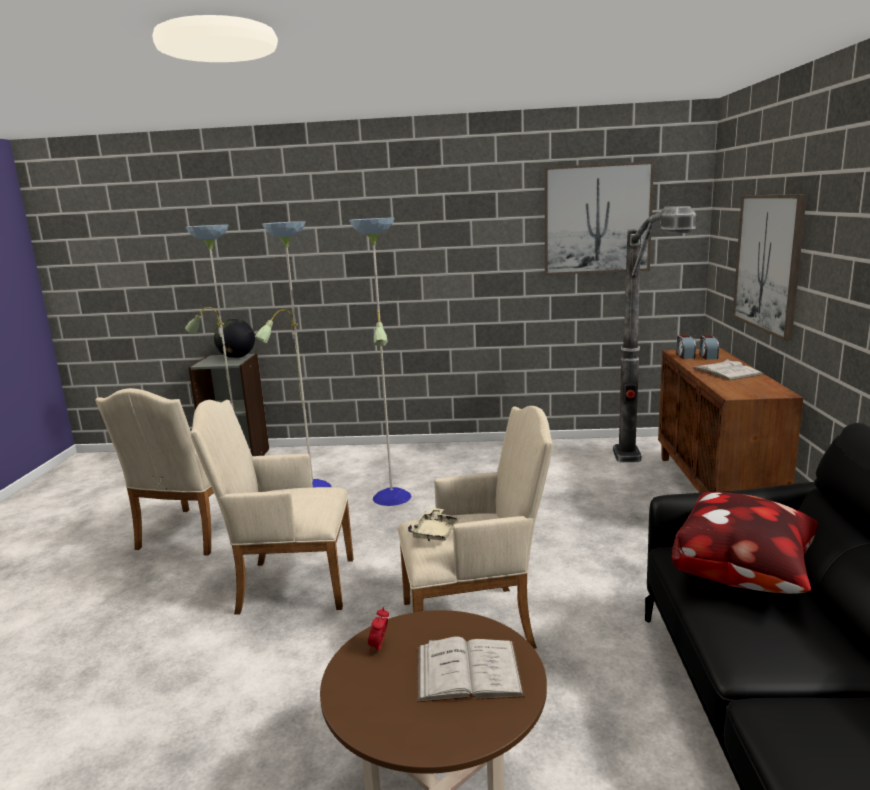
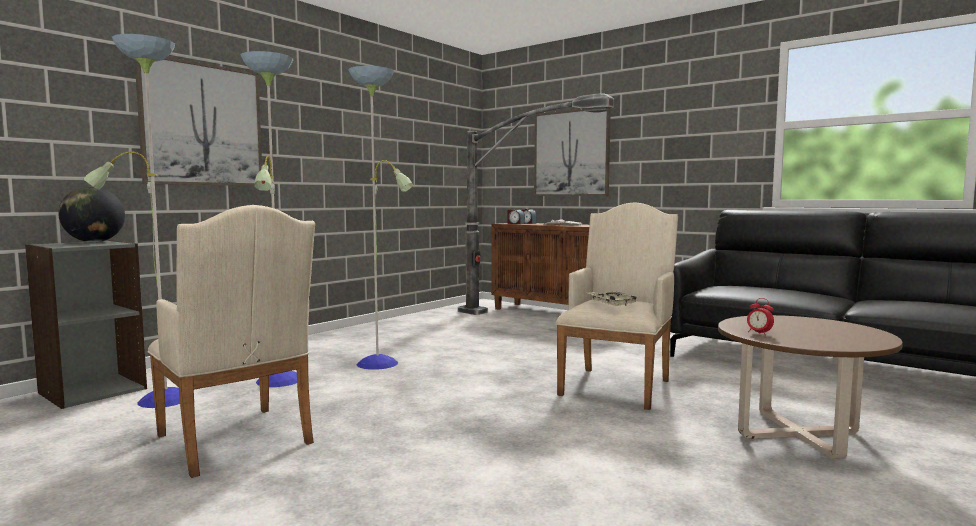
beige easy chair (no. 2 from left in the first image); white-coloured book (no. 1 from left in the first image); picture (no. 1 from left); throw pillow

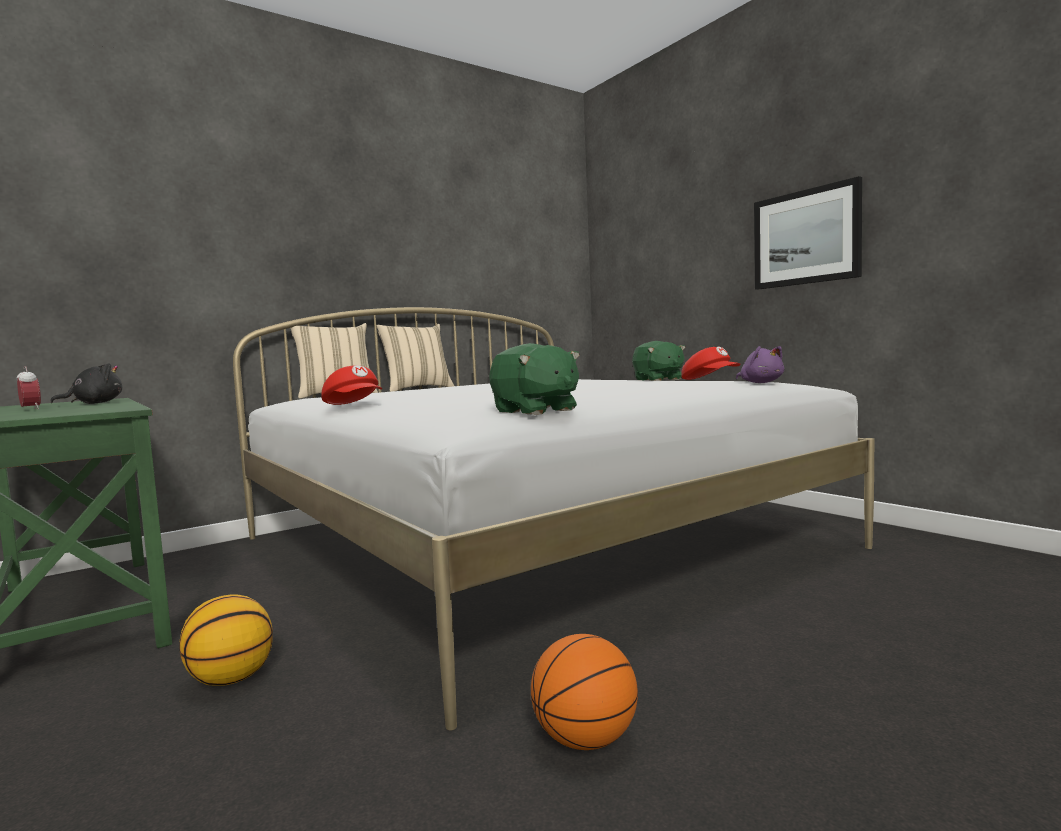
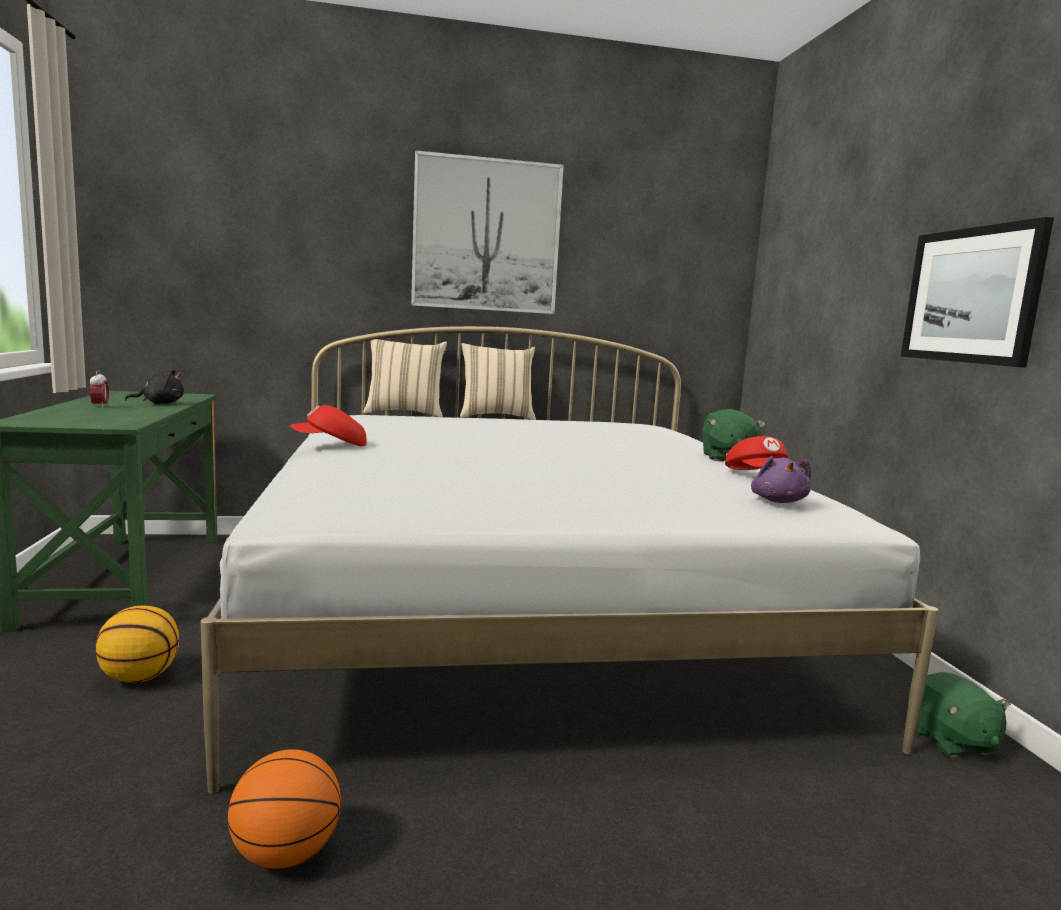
red baseball cap (no. 1 from left); green-coloured cuddly toy (no. 2 from left); picture (no. 1 from left)

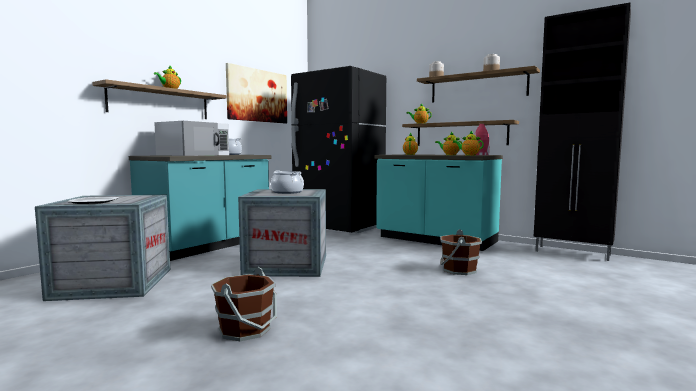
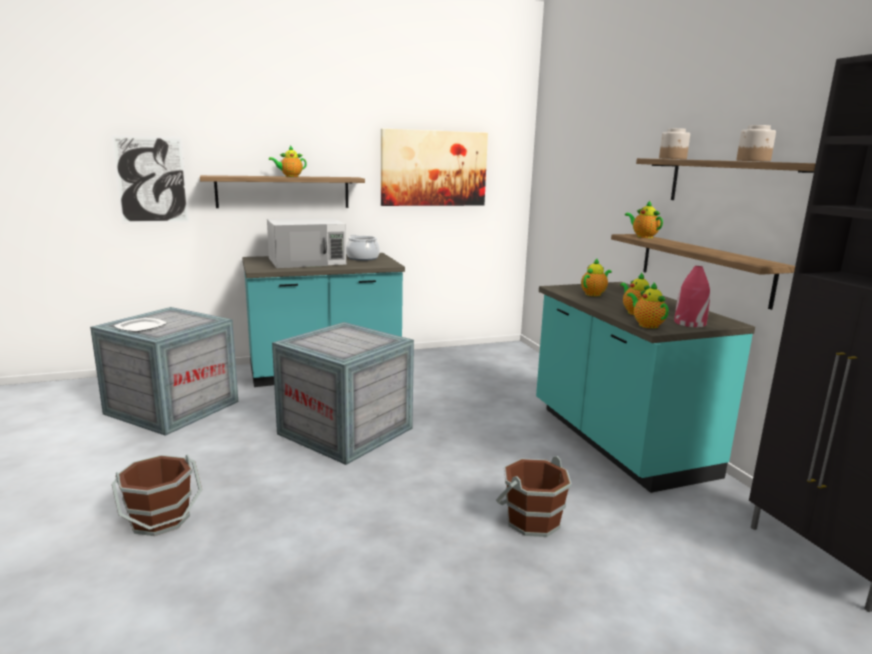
stockpot (no. 2 from left in the first image); blackish fridge; picture (no. 1 from left)

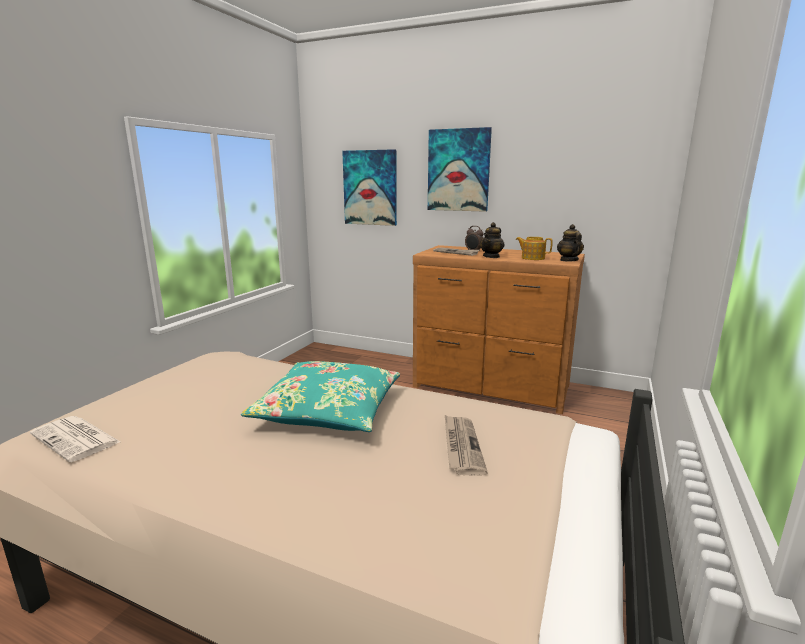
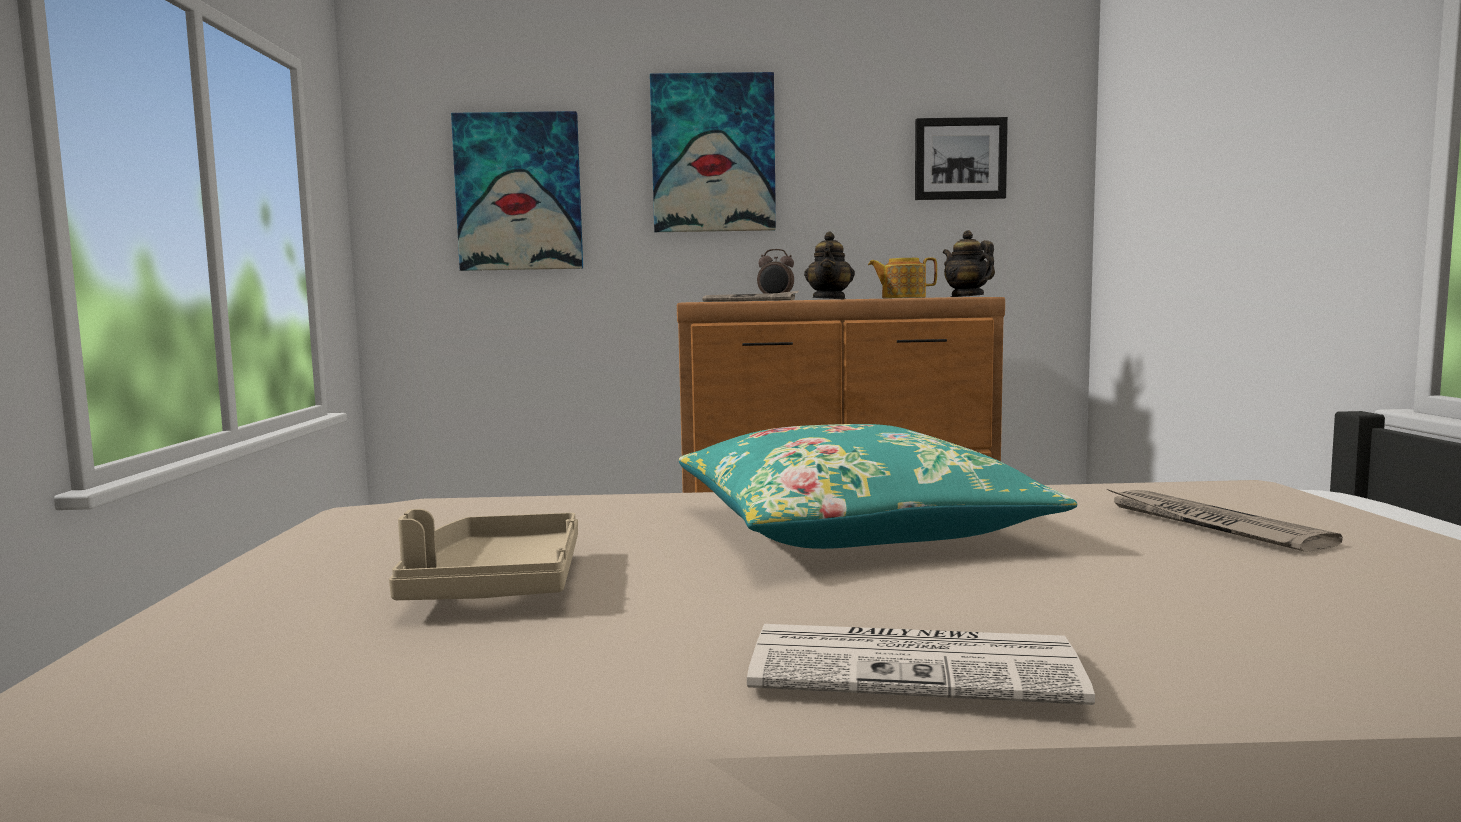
printed paper (no. 2 from left); beige carrying tray; picture (no. 3 from left)

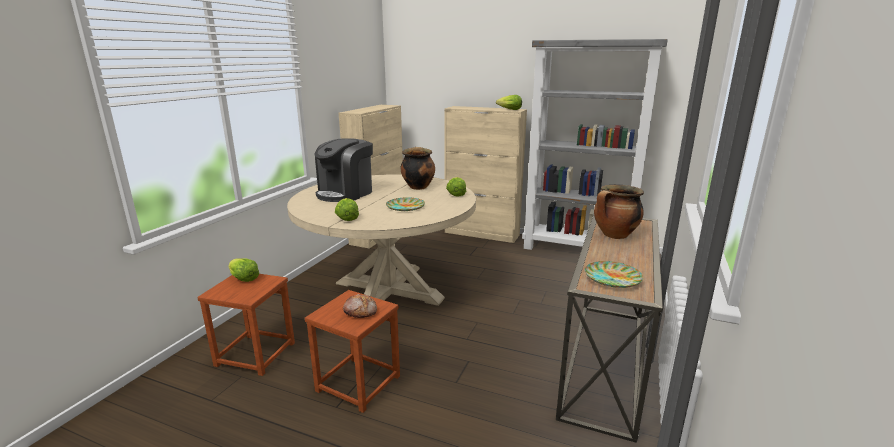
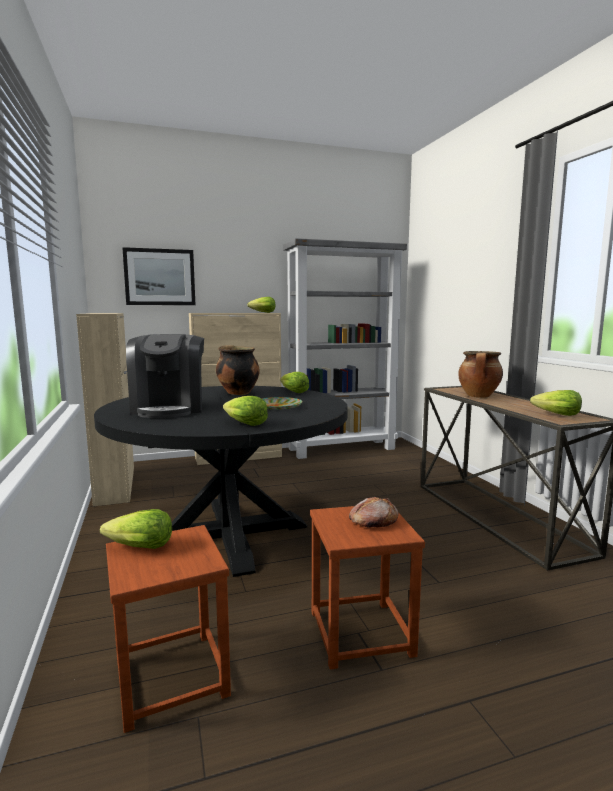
blackish kitchen table; lettuce (no. 5 from left); picture

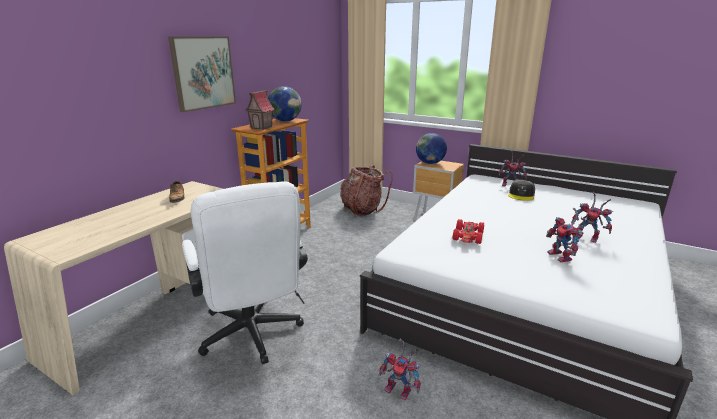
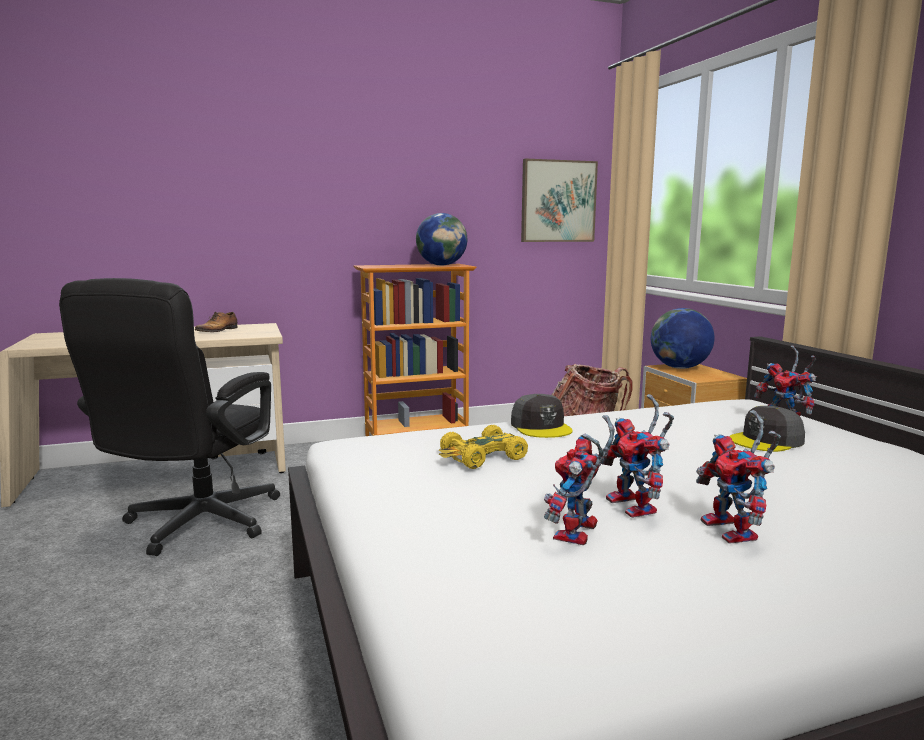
picture; blackish computer chair; model house; toy robot (no. 2 from left); yellowish miniature car; gray baseball cap (no. 1 from left)

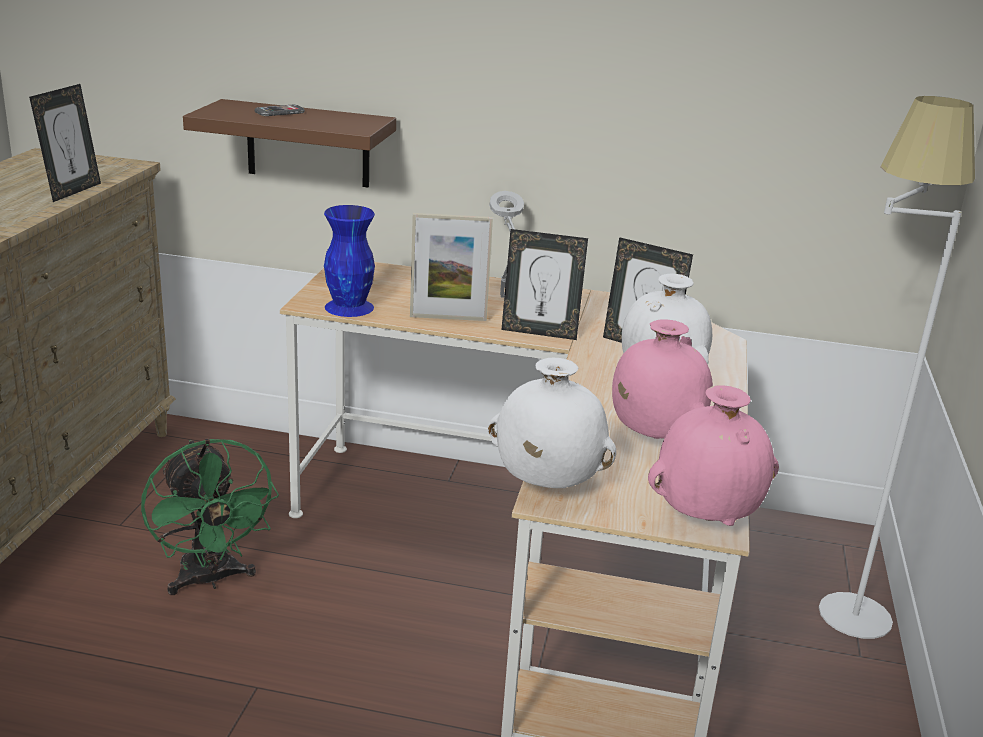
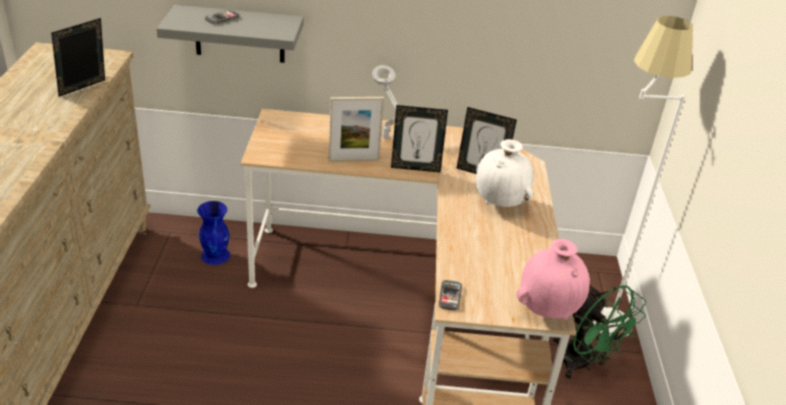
picture frame (no. 1 from left); green-coloured cooling fan; gray shelf; bluish decorative vase; phone (no. 2 from left); pink-coloured decorative vase (no. 1 from left in the first image)

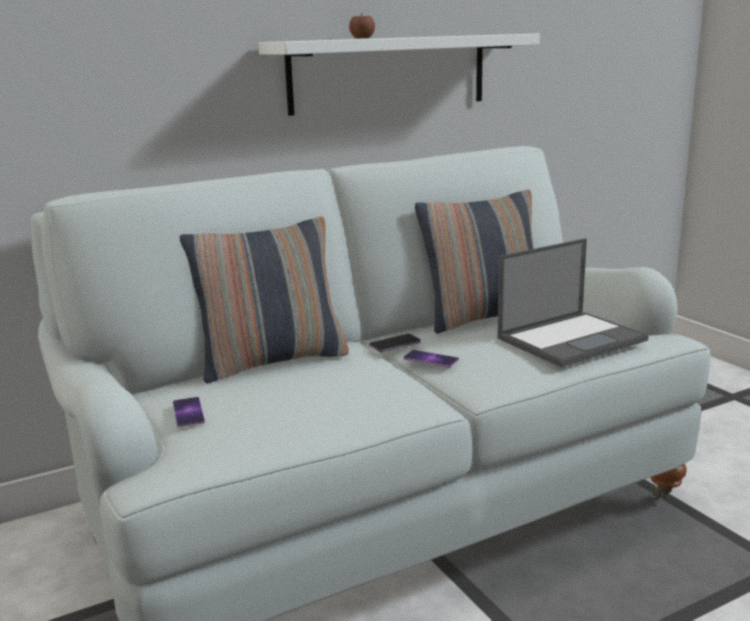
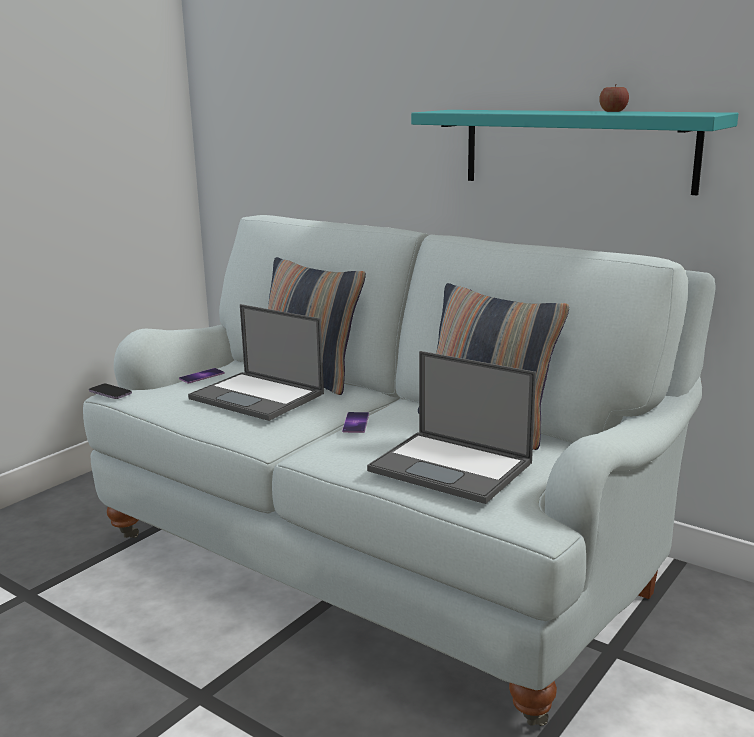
blue-green shelf; apple; phone (no. 1 from left); notebook computer (no. 1 from left)

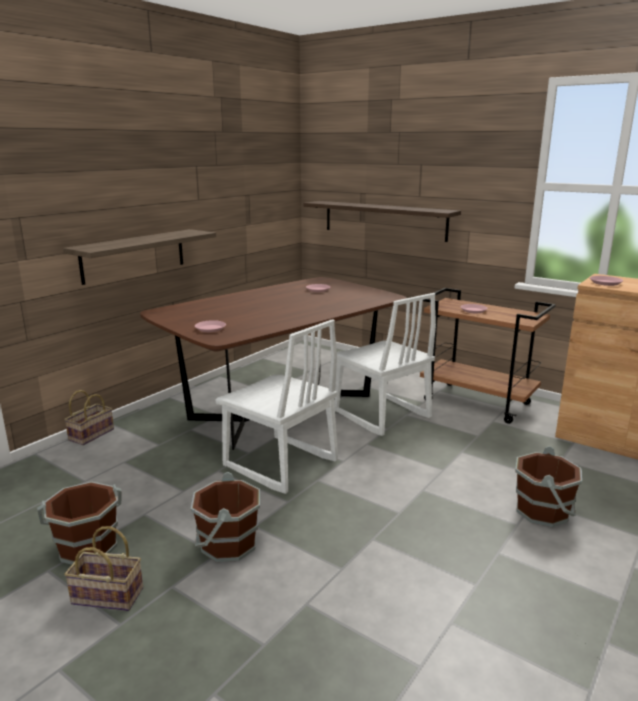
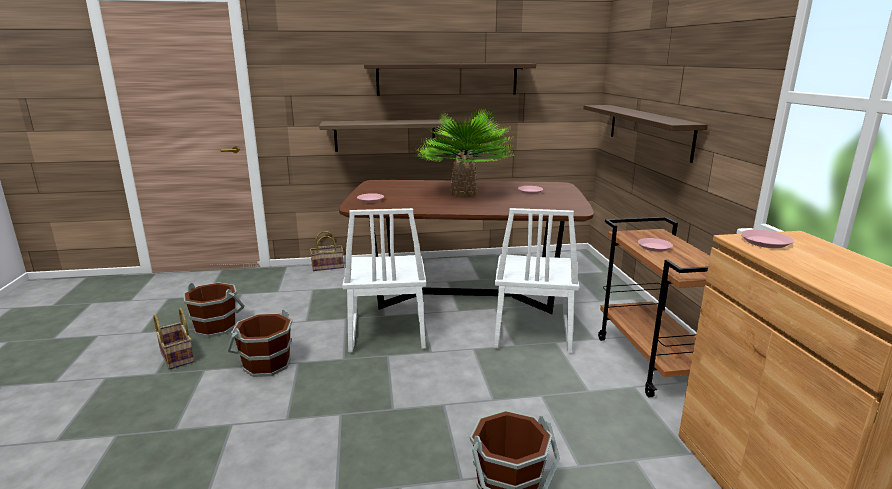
shelf (no. 2 from left); plant in a pot

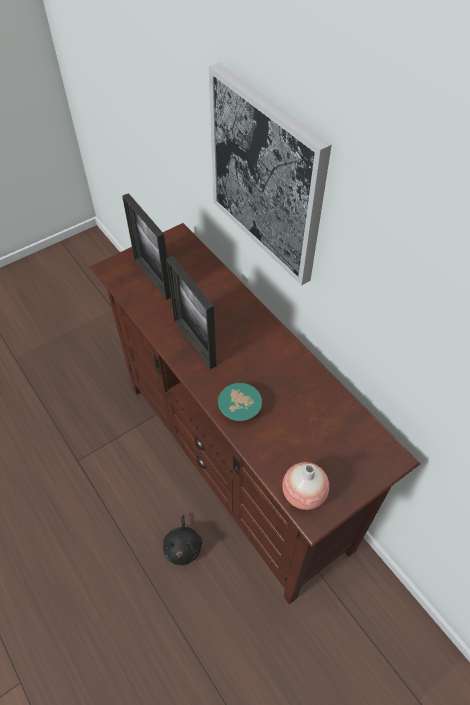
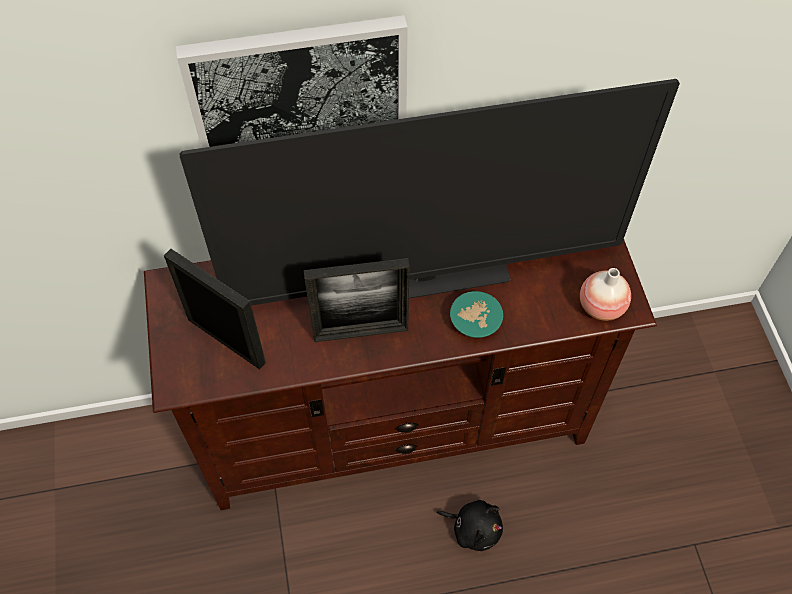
picture frame (no. 1 from left); TV

